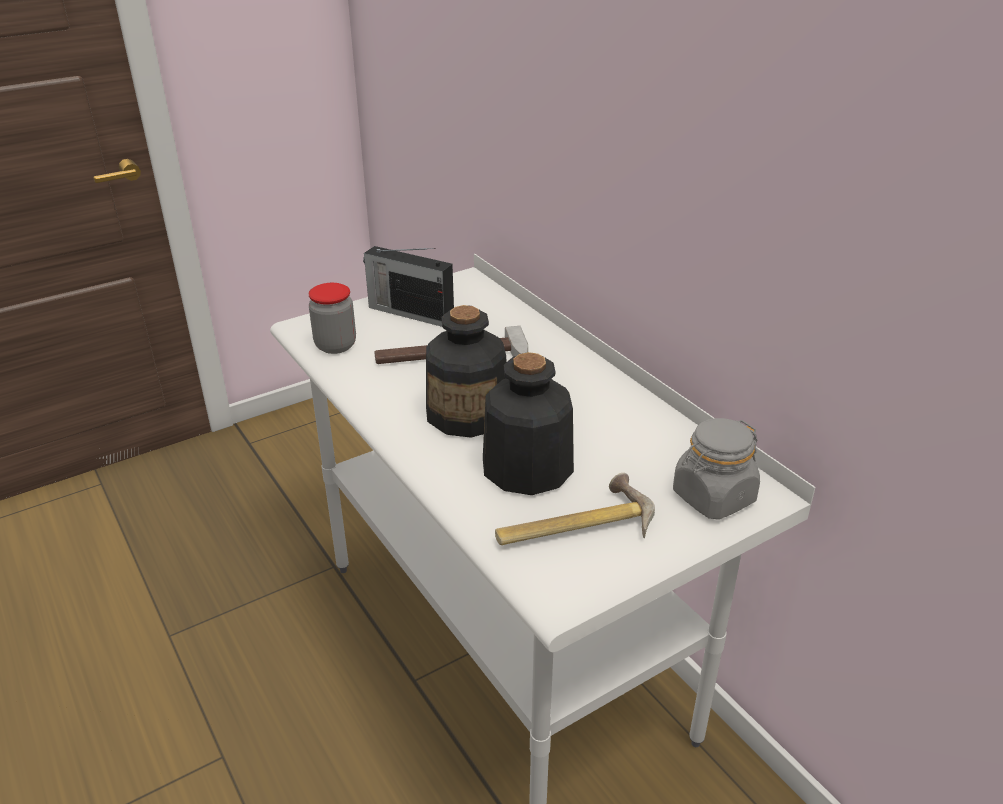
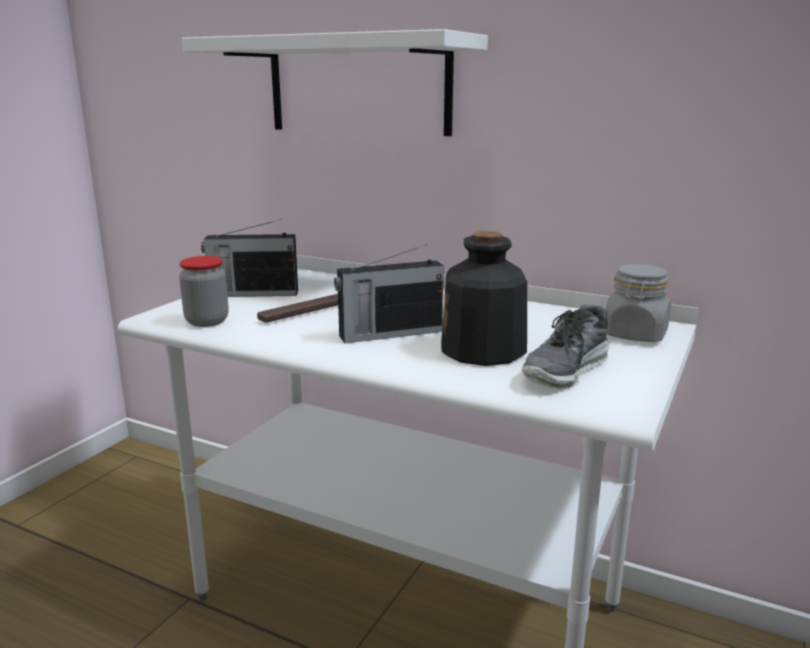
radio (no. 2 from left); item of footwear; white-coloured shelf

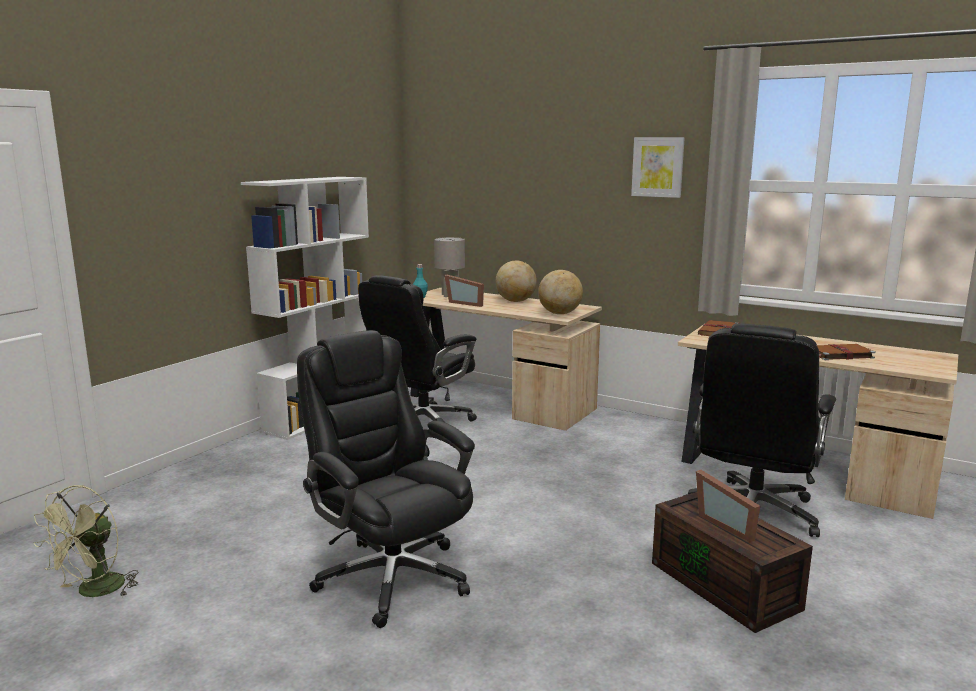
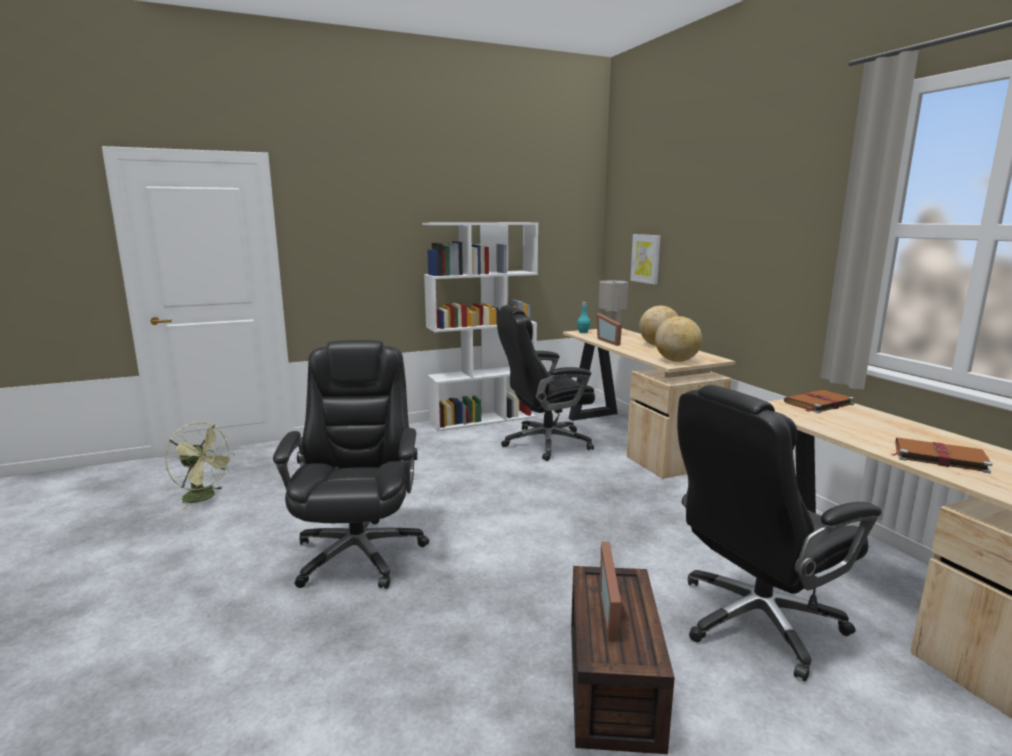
green-coloured cooling fan; picture

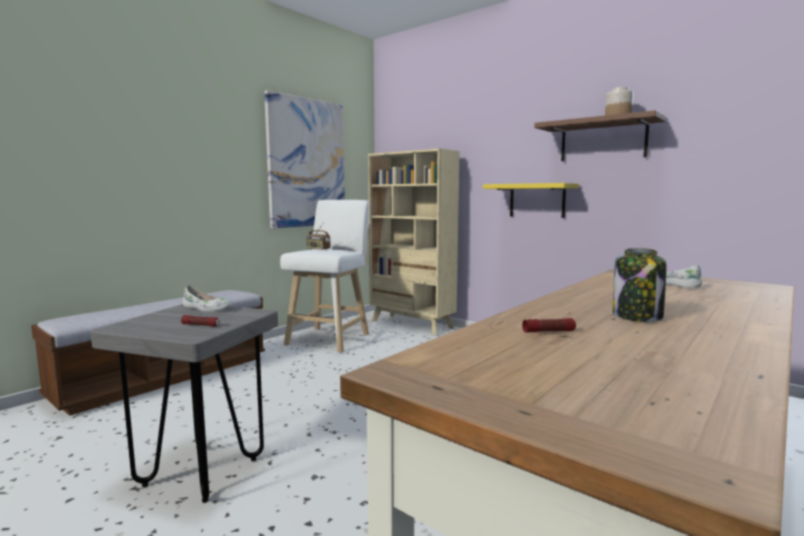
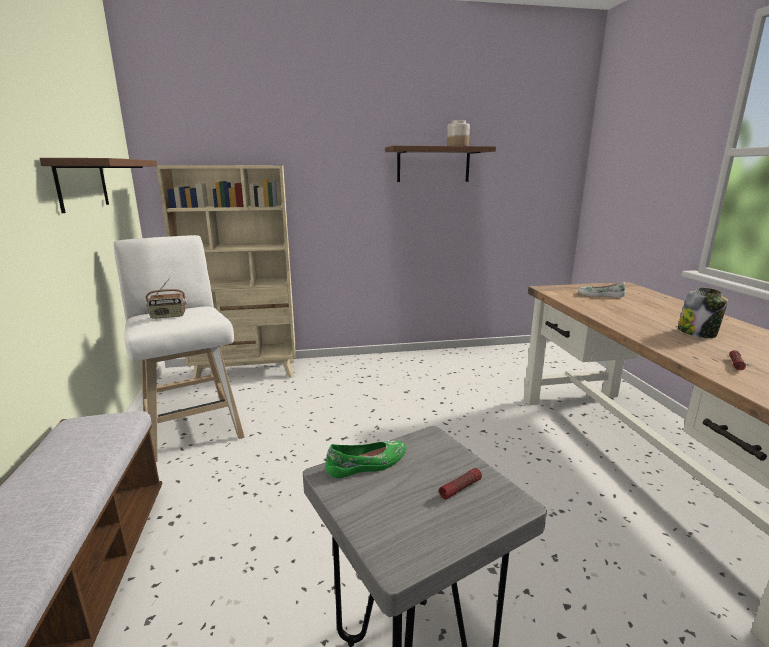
green-coloured item of footwear; brown shelf (no. 1 from left); yellowish shelf

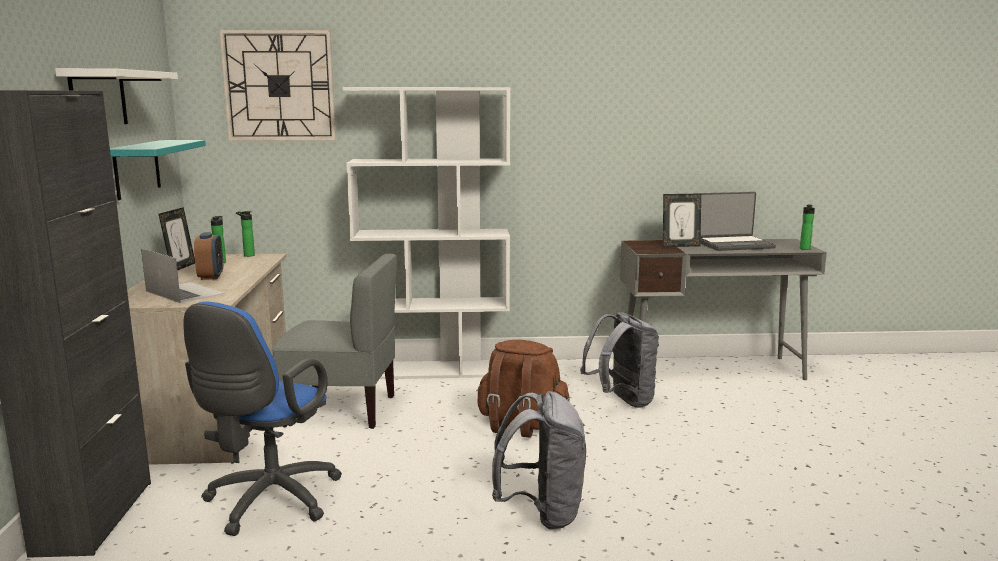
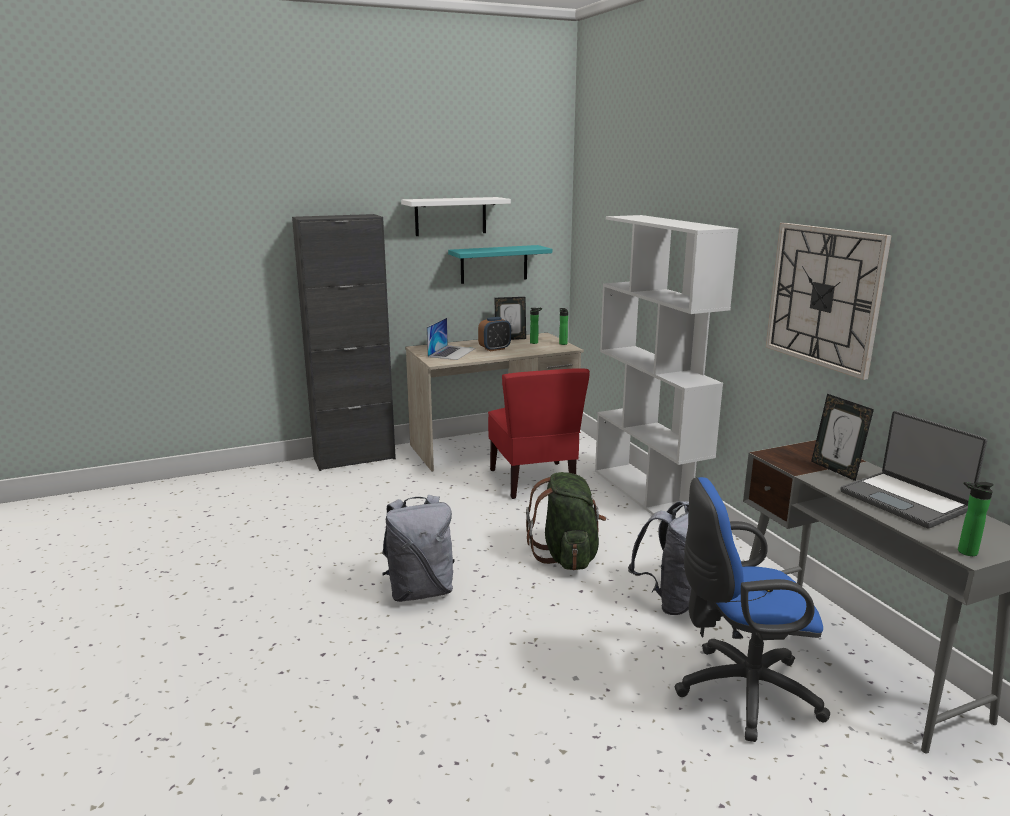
bluish computer chair; hanging clock; red plain chair; green-coloured knapsack

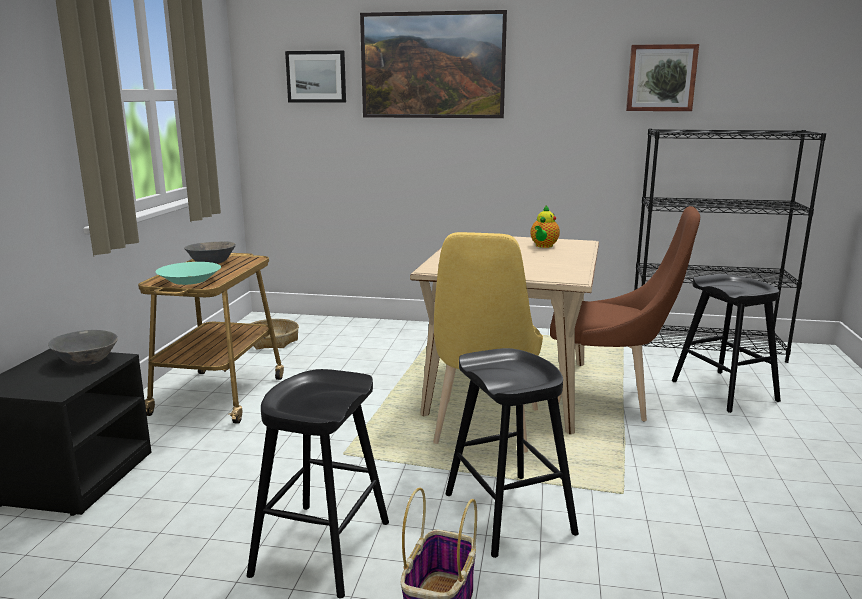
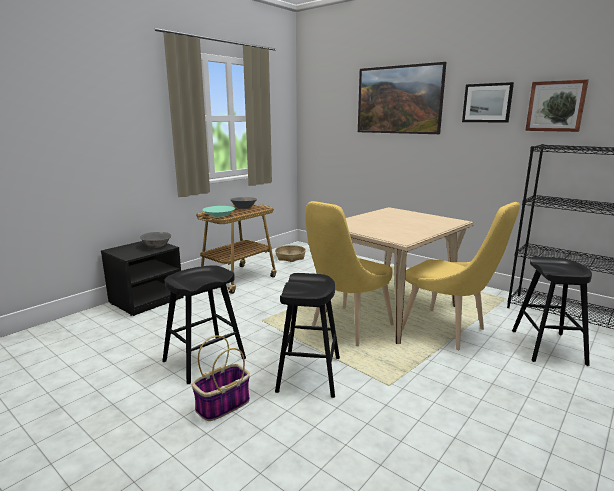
picture (no. 2 from left); teapot; yellowish plain chair (no. 2 from left)

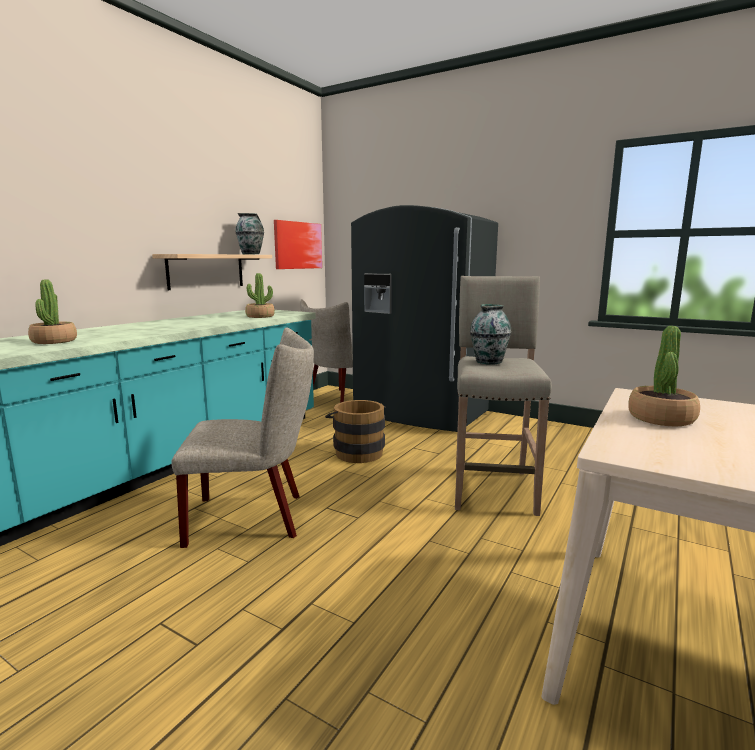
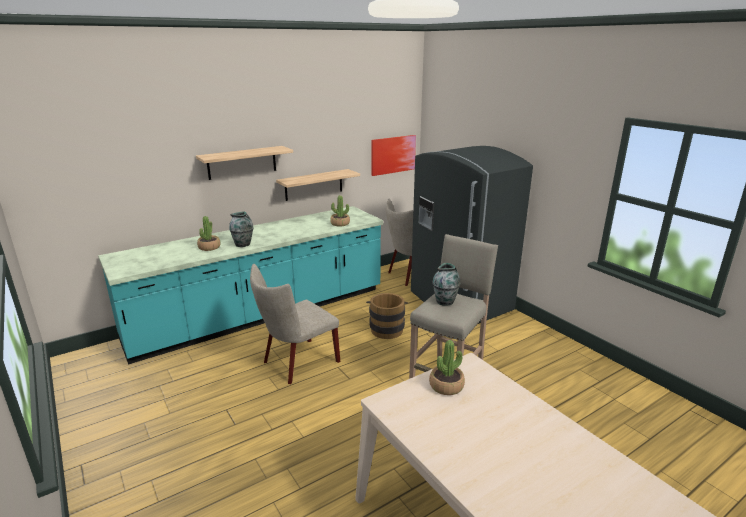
beige plain chair (no. 1 from left); decorative vase (no. 1 from left); shelf (no. 1 from left)

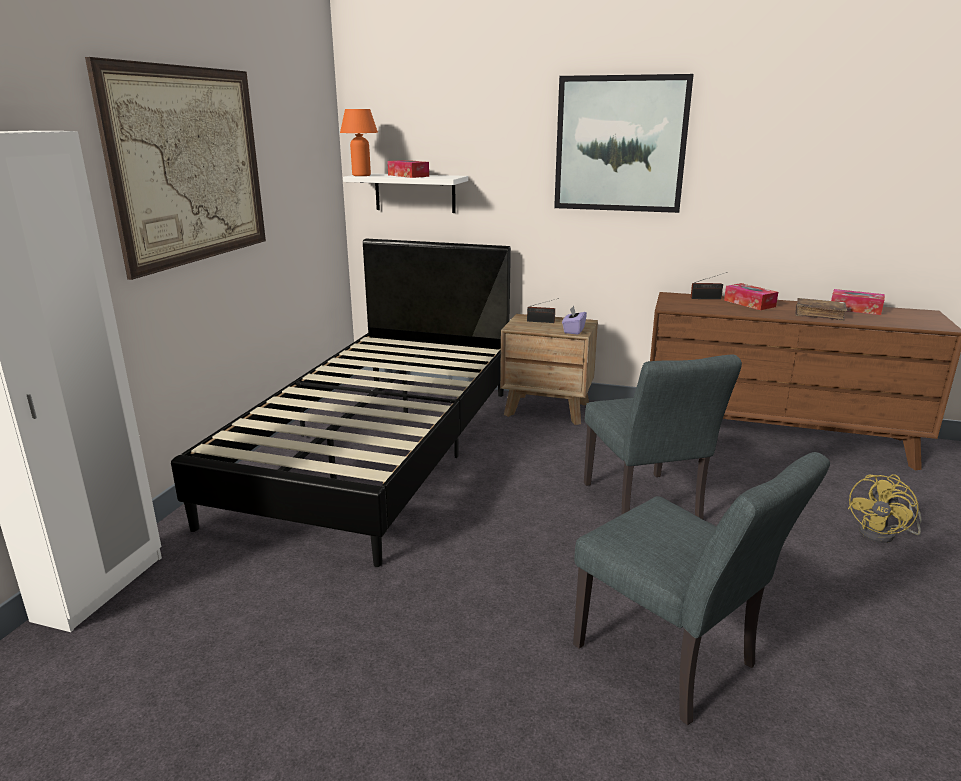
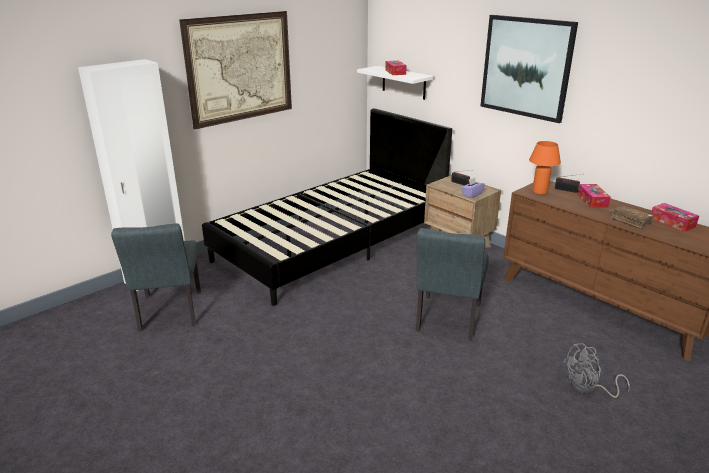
orange-coloured table lamp; gray plain chair (no. 1 from left); gray cooling fan

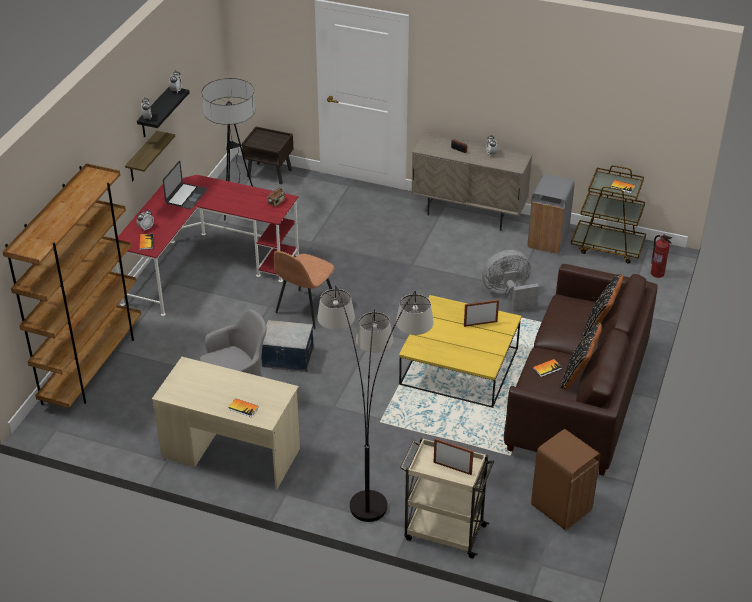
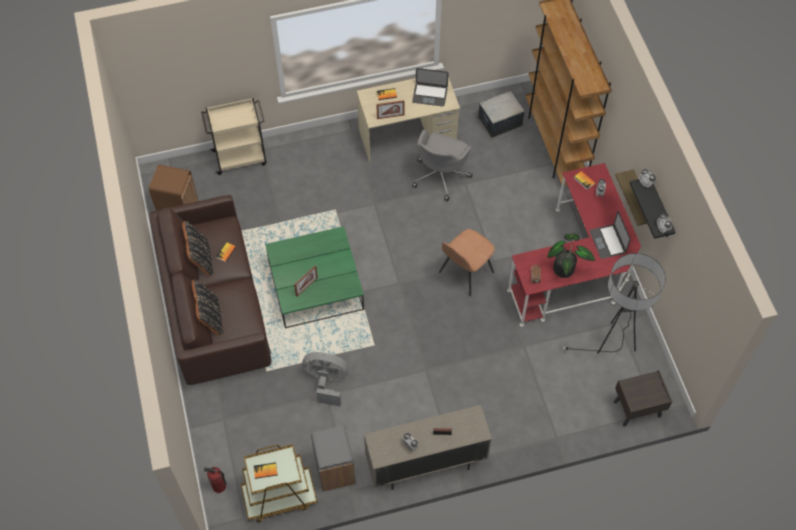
storage container; brown plain chair; standing lamp (no. 2 from left in the first image); green-coloured coffee table; picture frame (no. 2 from left); gray cooling fan; notebook computer (no. 1 from left); plant in a pot

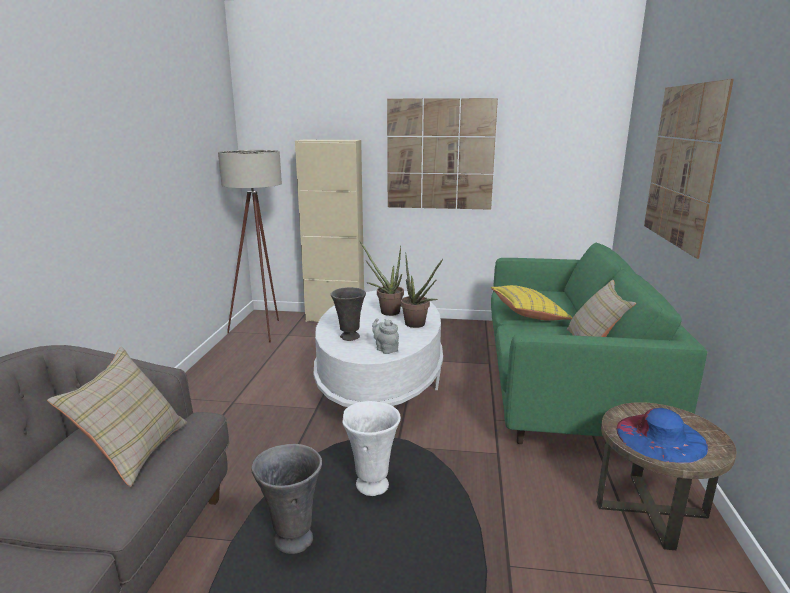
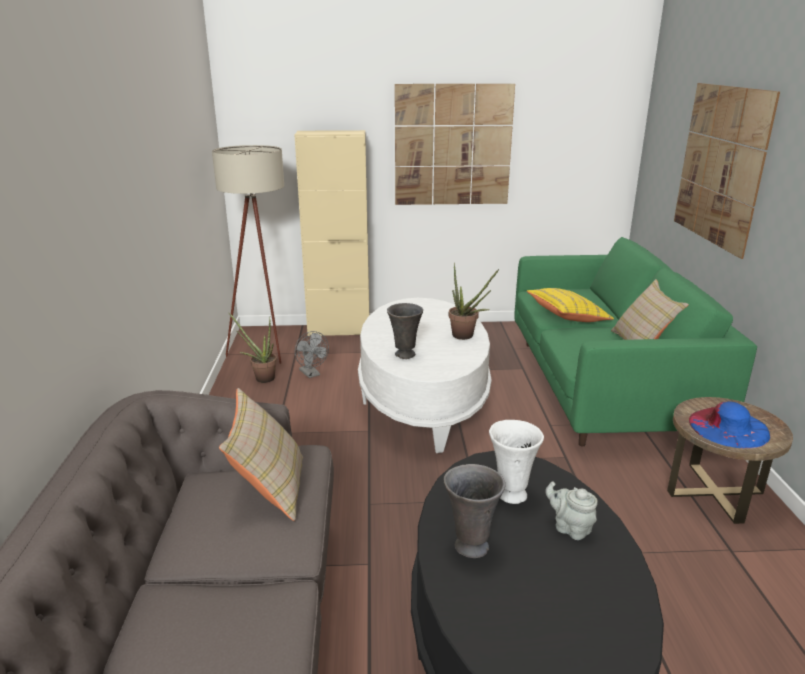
plant in a pot (no. 1 from left); gray teapot; gray cooling fan

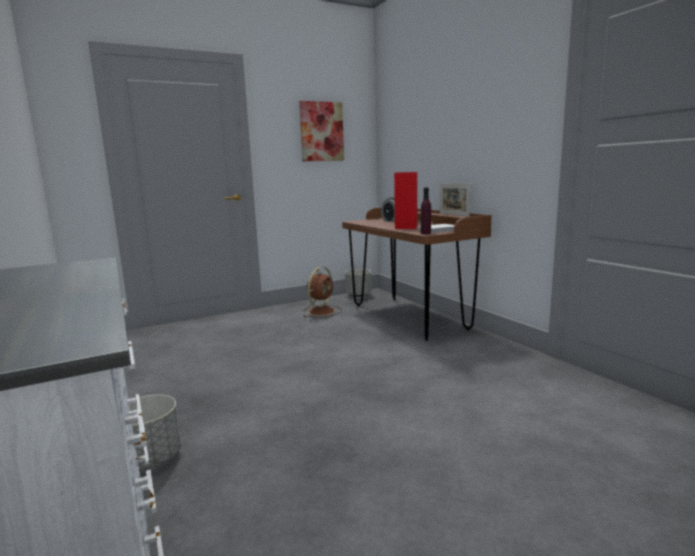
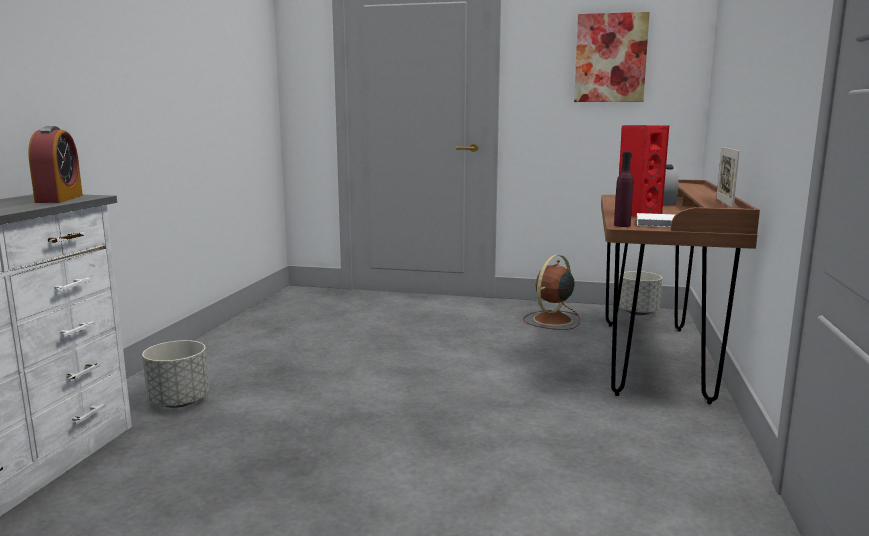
brown cooling fan; bedside clock (no. 1 from left)

